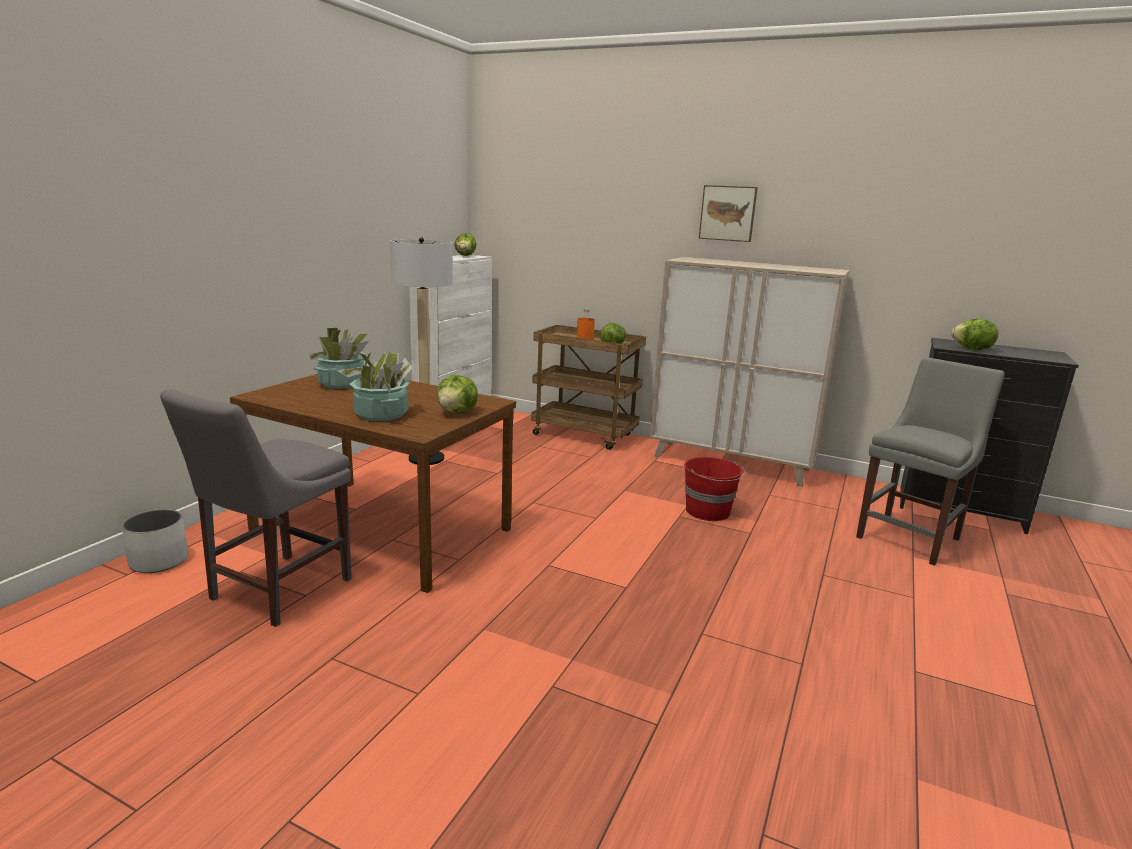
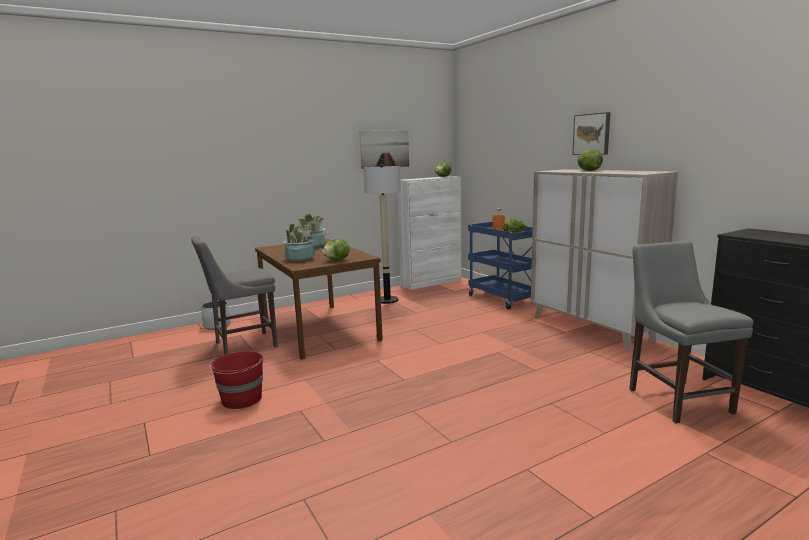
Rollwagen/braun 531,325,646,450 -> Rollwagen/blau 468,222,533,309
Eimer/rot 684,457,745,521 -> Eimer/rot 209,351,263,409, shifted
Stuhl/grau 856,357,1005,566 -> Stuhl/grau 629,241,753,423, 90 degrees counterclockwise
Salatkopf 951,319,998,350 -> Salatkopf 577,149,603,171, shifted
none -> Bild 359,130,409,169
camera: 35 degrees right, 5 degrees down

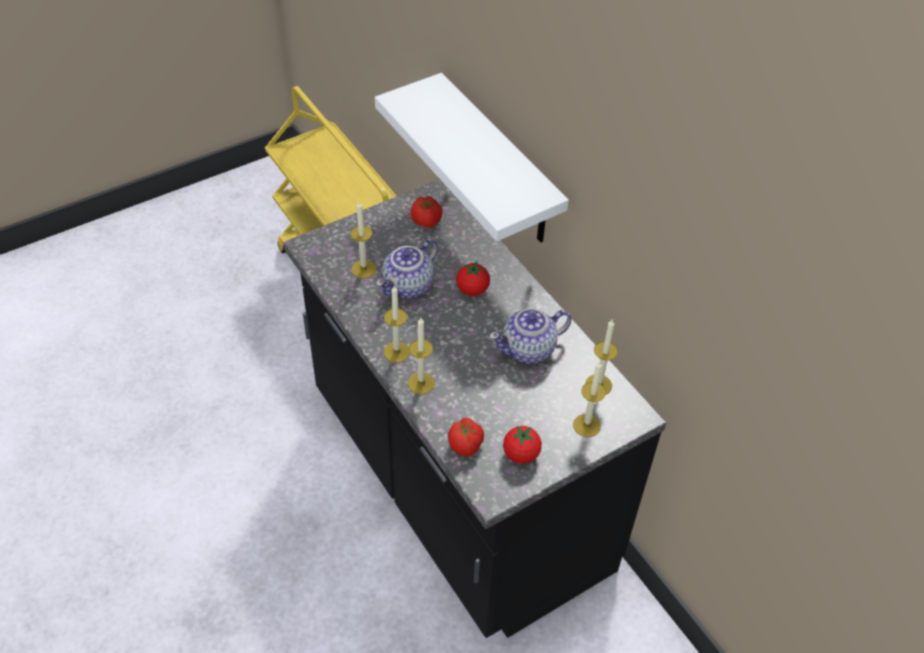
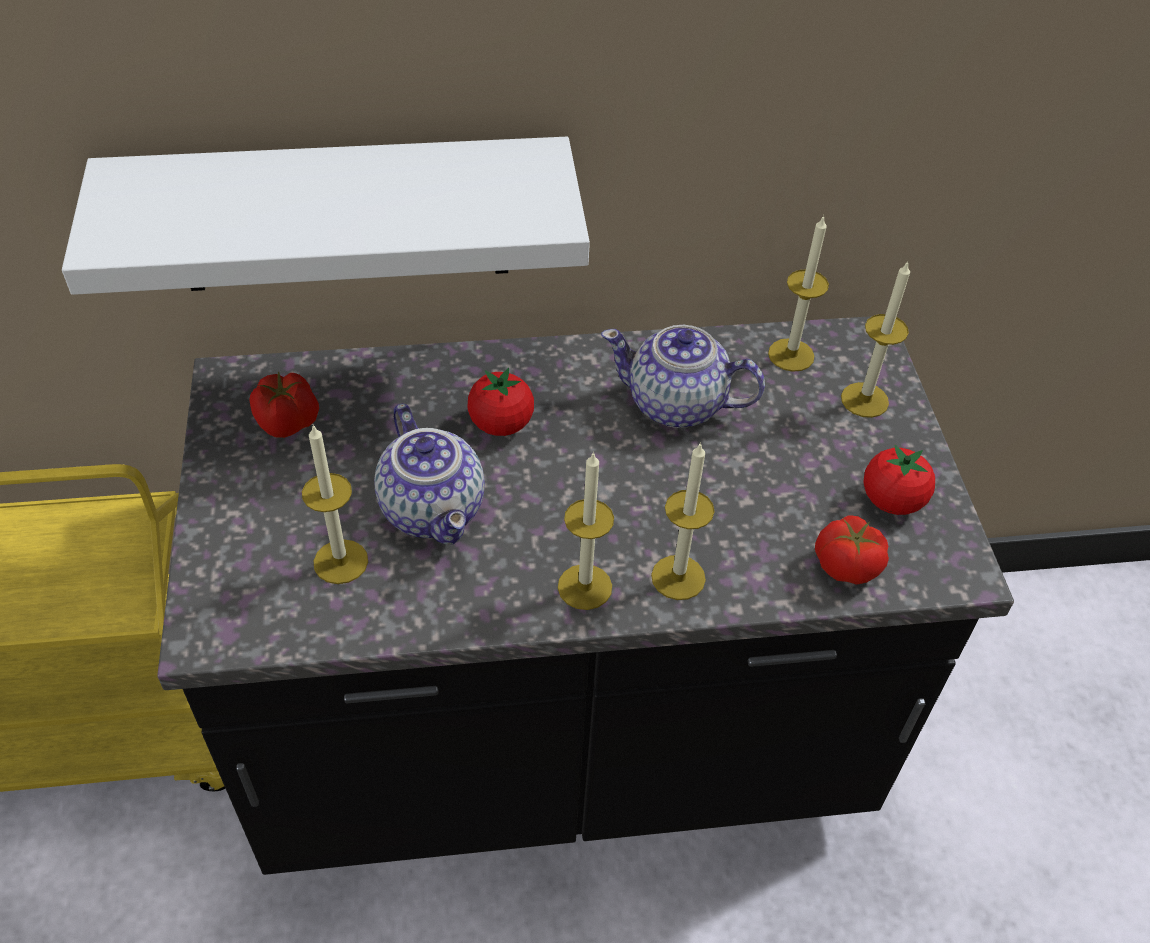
Teekanne 489,308,571,364 -> Teekanne 601,325,765,428, 105 degrees clockwise
camera: 65 degrees left, 0 degrees up

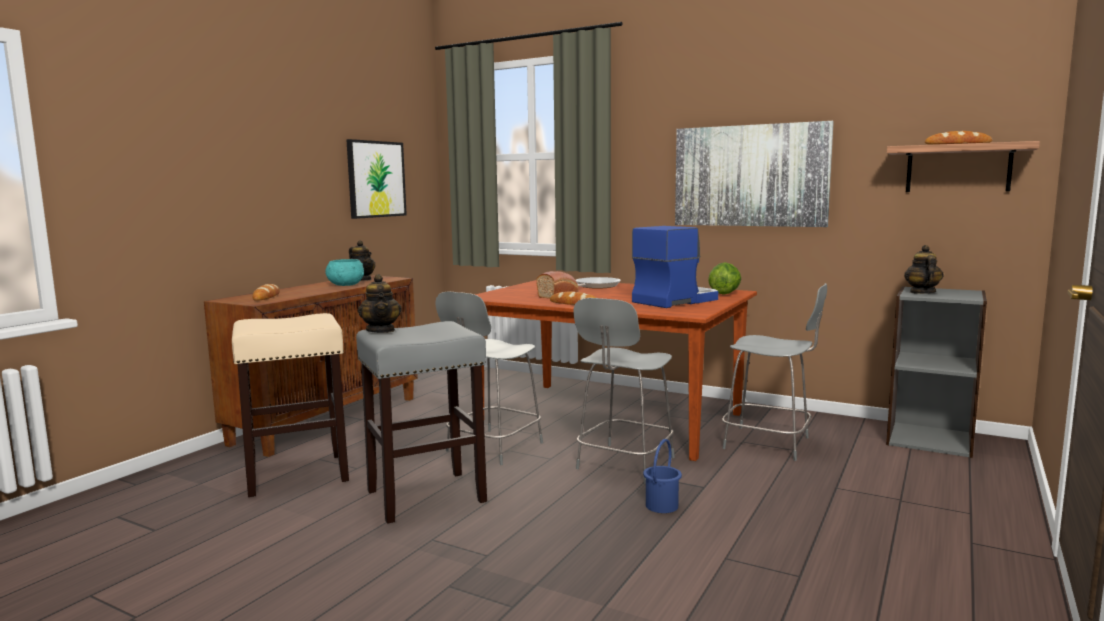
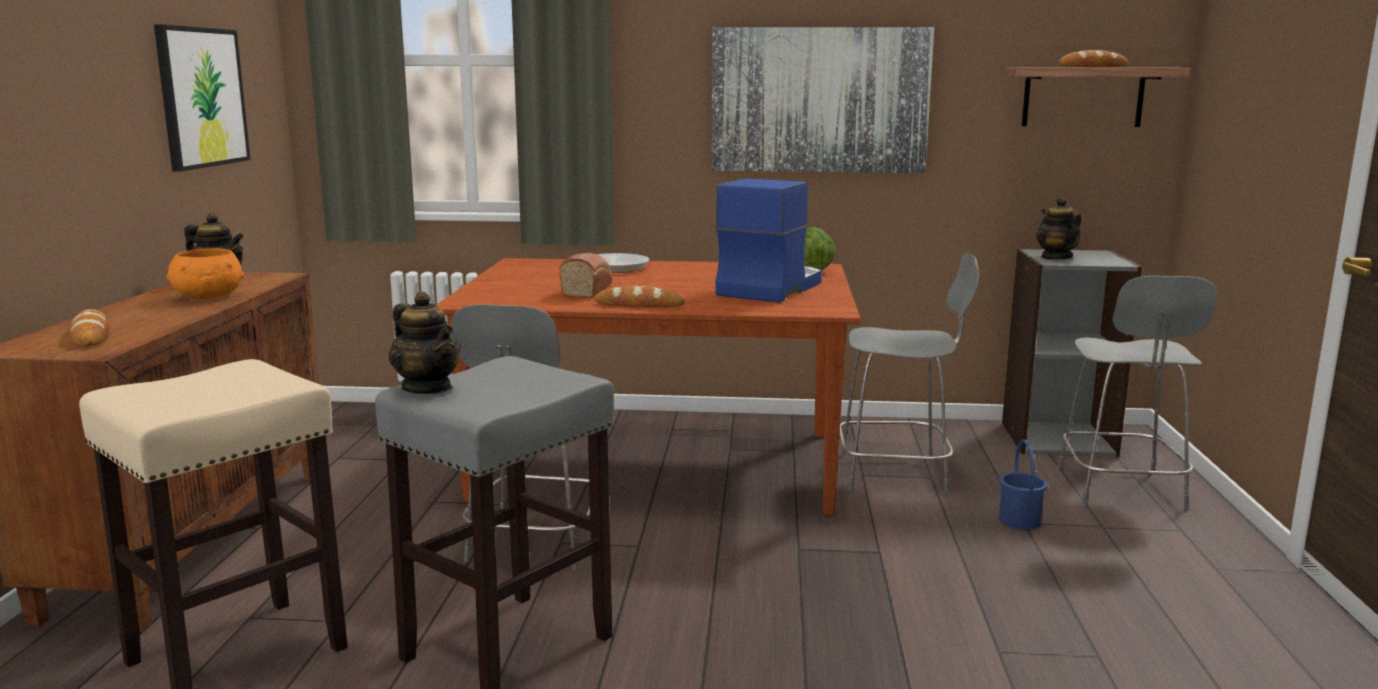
Schüssel/türkis 325,259,364,286 -> Schüssel/orange 166,248,244,299
Stuhl/grau 573,298,675,484 -> Stuhl/grau 1058,276,1218,509, shifted
Eimer/blau 643,439,682,513 -> Eimer/blau 999,439,1048,530, shifted
camera: 25 degrees left, 5 degrees up

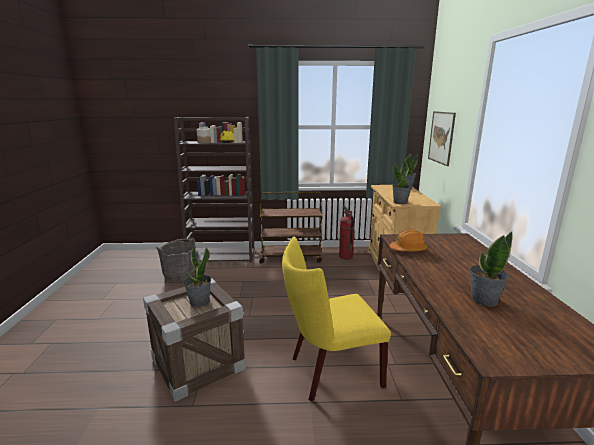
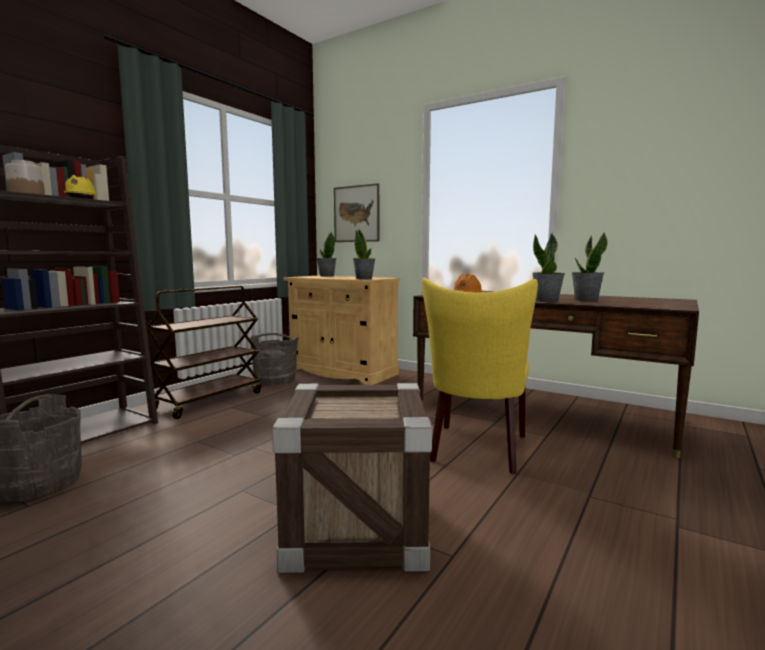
Topfpflanze 184,246,211,307 -> Topfpflanze 532,233,565,302, shifted
Feuerlöscher 339,206,355,259 -> Eimer/grau 250,333,299,385
camera: 55 degrees left, 10 degrees down

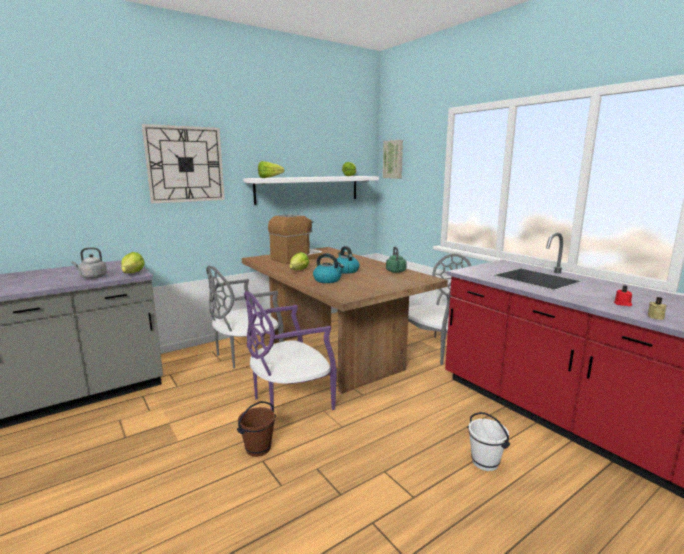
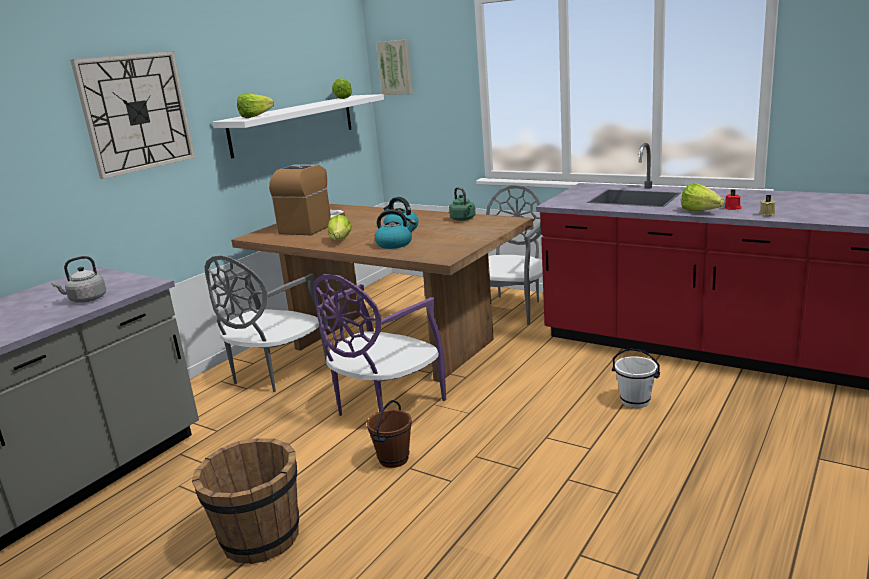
Salatkopf 121,252,145,273 -> Salatkopf 681,183,724,211, shifted
none -> Eimer/braun 192,438,299,564
camera: 20 degrees left, 5 degrees up

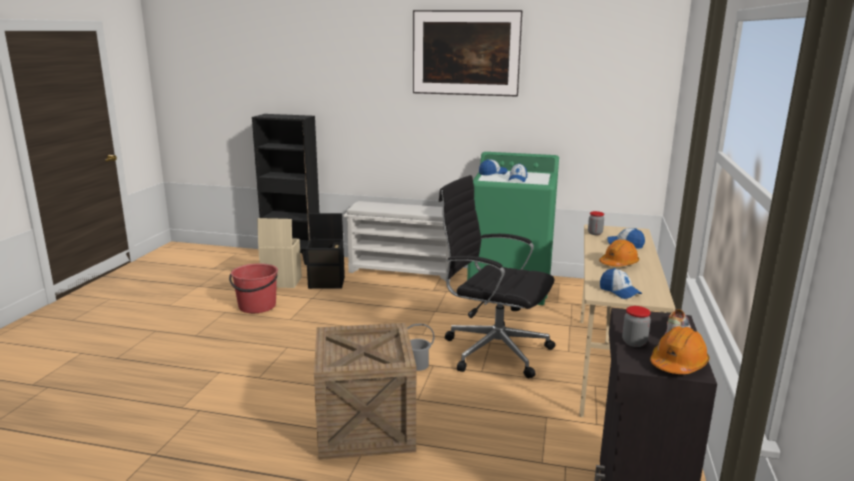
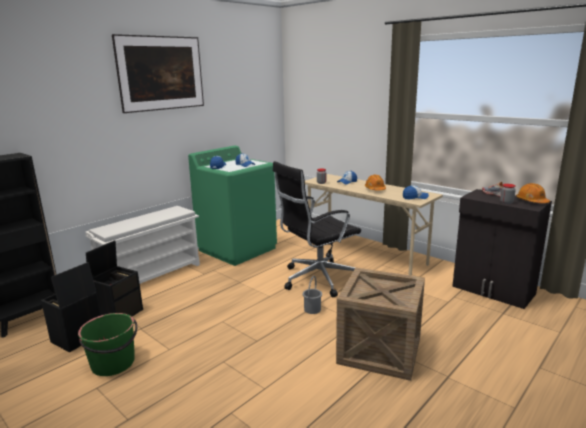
Eimer/rot 229,263,278,313 -> Eimer/grün 78,313,137,376
Aufbewahrungsbox/beige 257,218,302,288 -> Aufbewahrungsbox/schwarz 41,262,101,353
camera: 60 degrees left, 0 degrees up

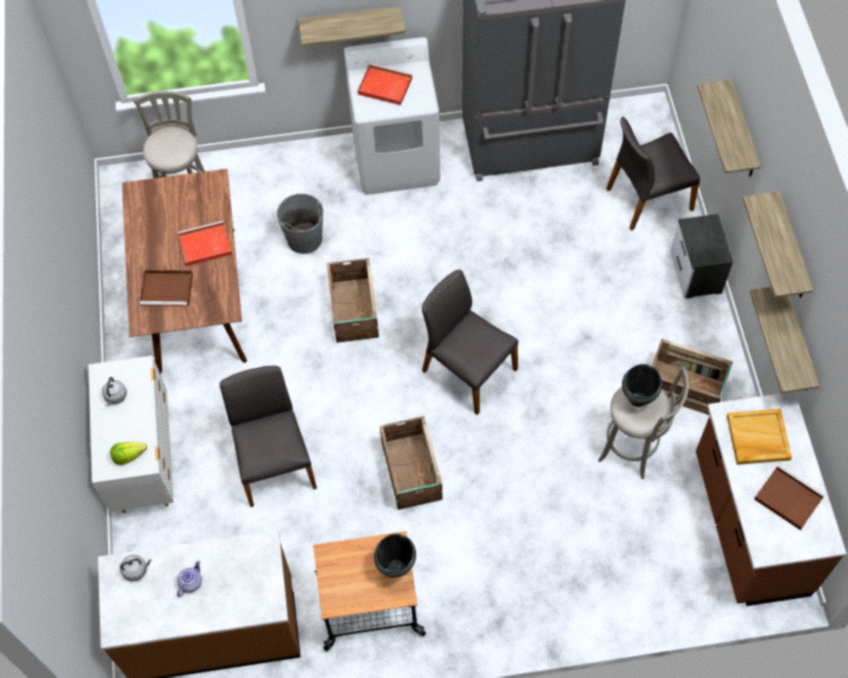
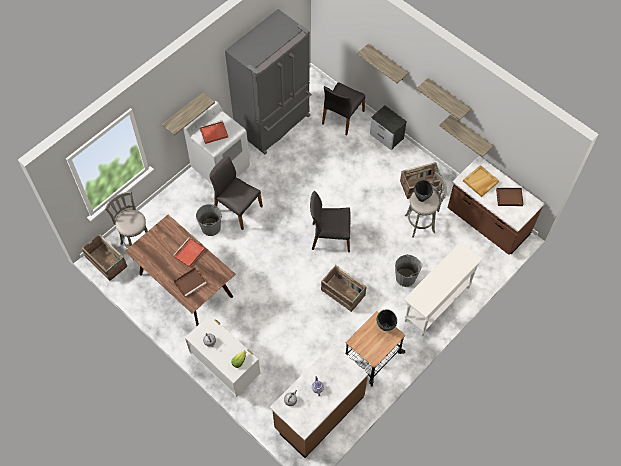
Stuhl/grau 220,366,317,507 -> Stuhl/grau 209,156,263,230, shifted
Kiste 327,258,379,343 -> Kiste 82,234,127,281, shifted
none -> Eimer/grau 395,254,422,287
none -> Konsolentisch/weiß 404,242,483,336
camera: 40 degrees left, 0 degrees up

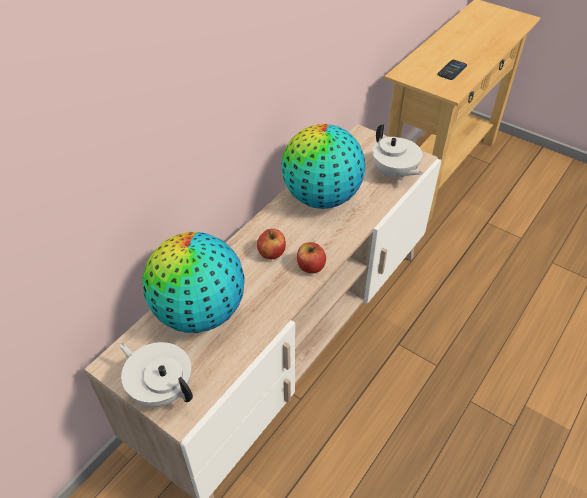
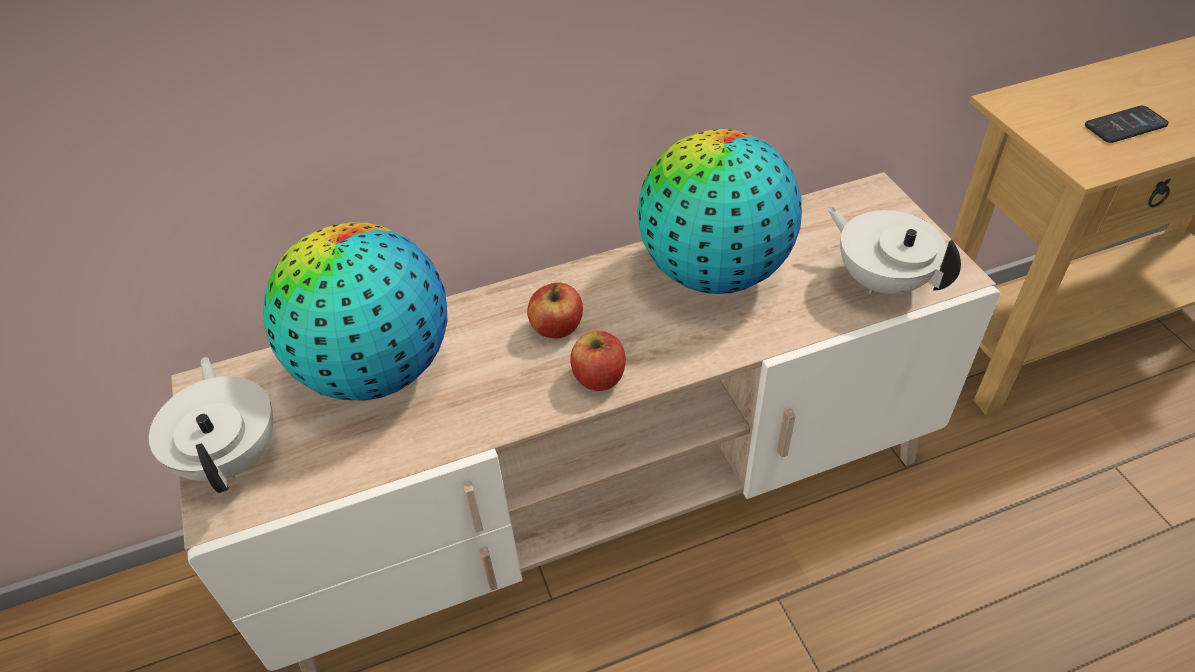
Teekanne/weiß 372,124,423,180 -> Teekanne/weiß 827,207,961,294, 135 degrees clockwise
camera: 35 degrees right, 0 degrees up

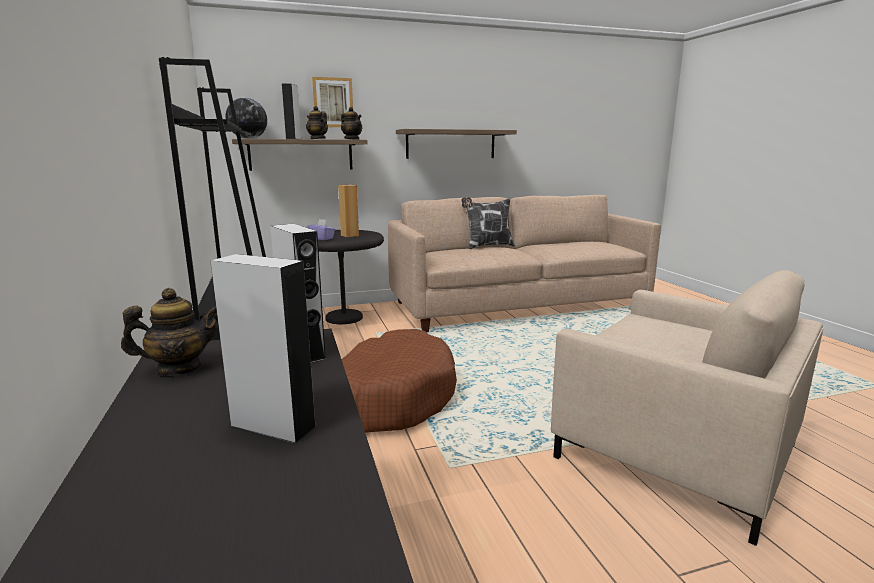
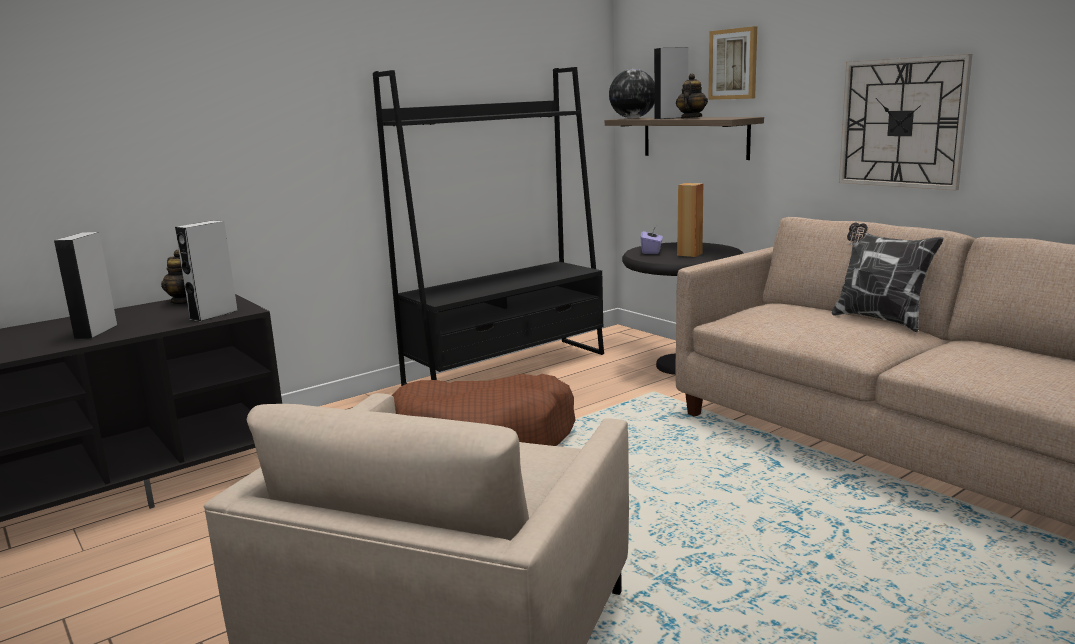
Teekanne 341,107,362,140 -> none
Wandregal 396,129,517,159 -> Wanduhr 839,54,972,191
camera: 70 degrees right, 0 degrees up

